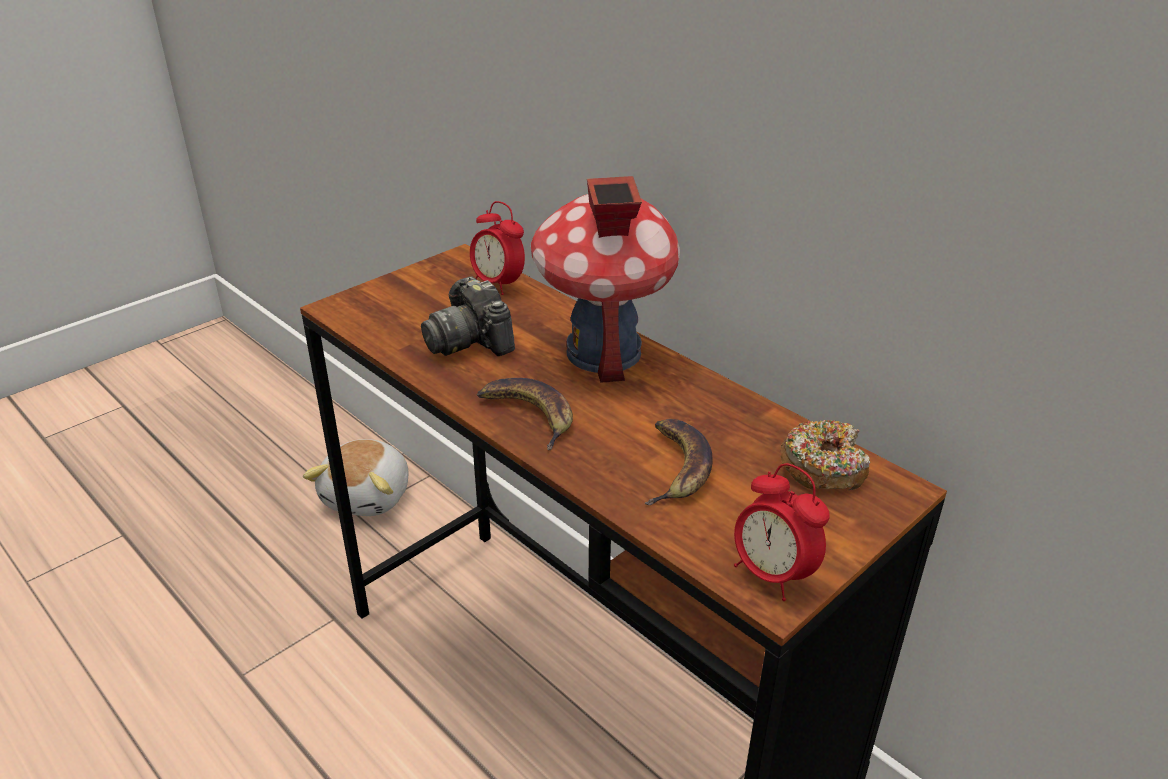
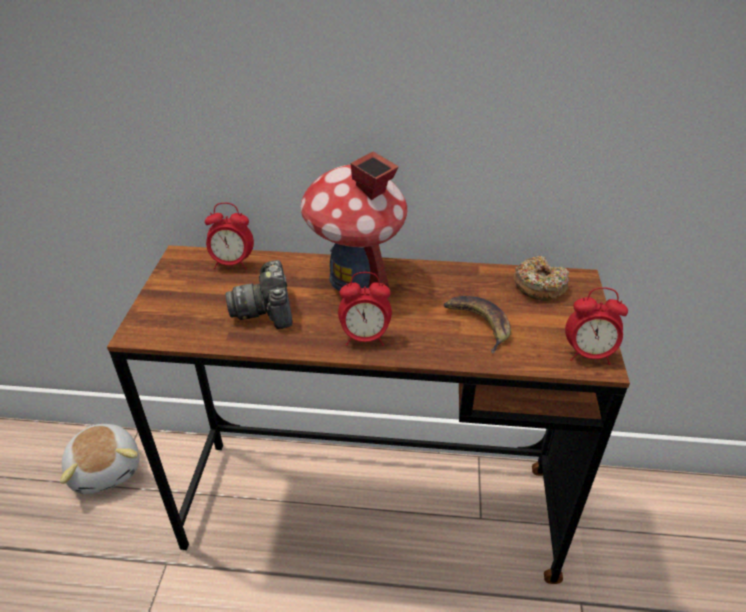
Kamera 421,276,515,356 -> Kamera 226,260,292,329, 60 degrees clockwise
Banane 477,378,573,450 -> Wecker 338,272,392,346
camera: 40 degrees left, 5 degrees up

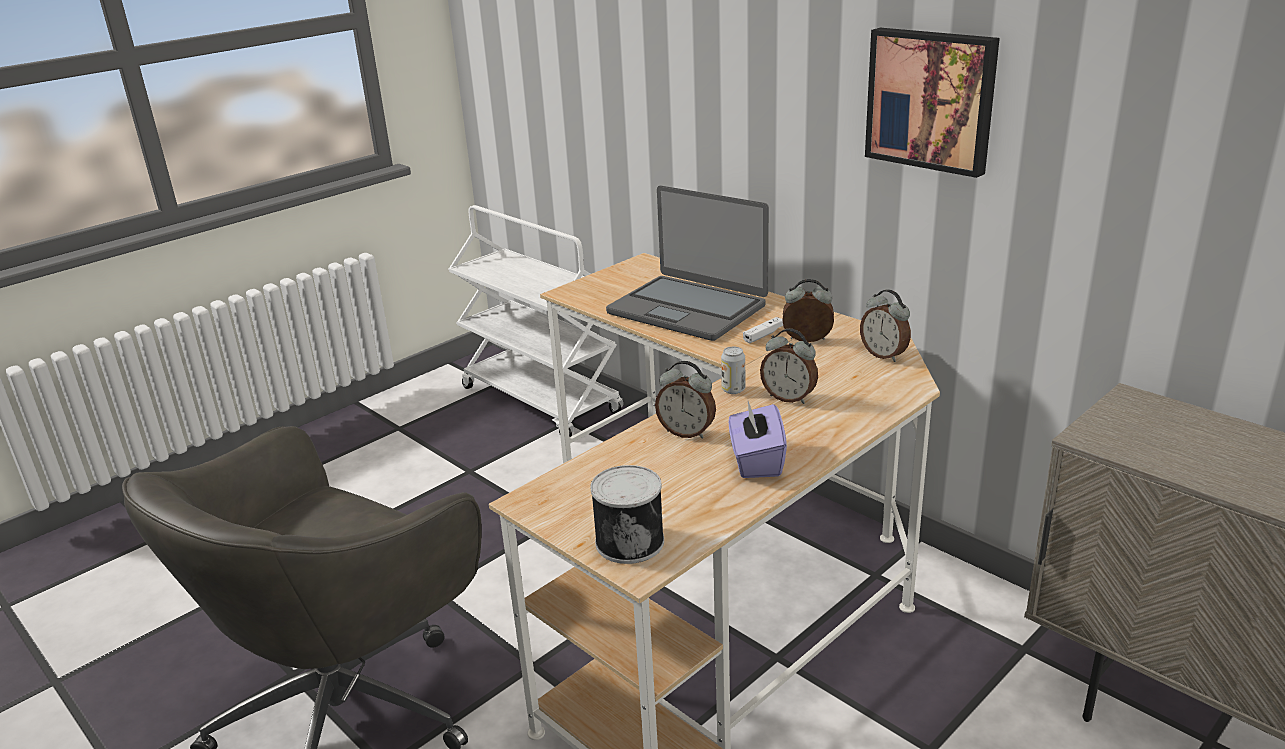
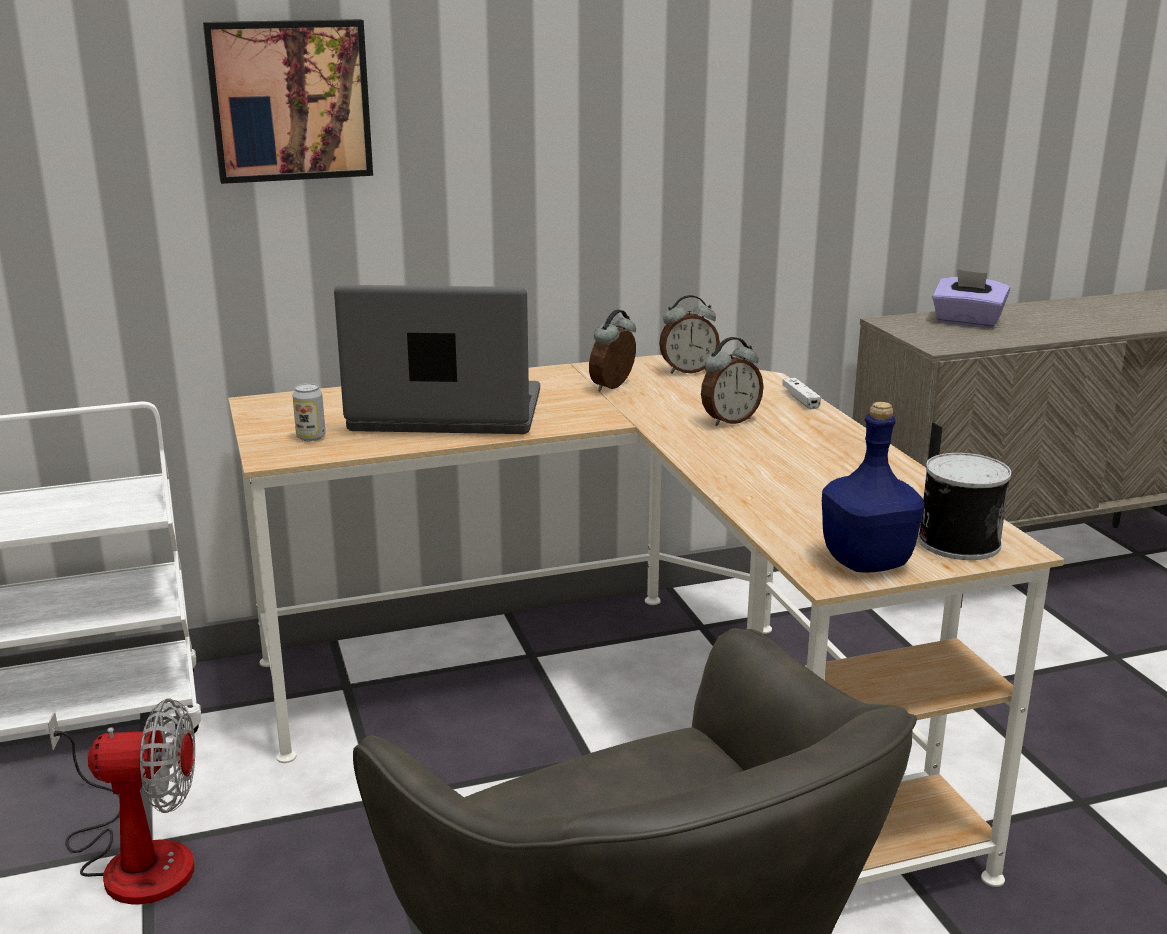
Laptop 606,186,769,341 -> Laptop 334,285,540,434, 150 degrees counterclockwise
Wecker 655,361,716,439 -> none
Dose 721,347,745,394 -> Dose 292,383,325,441, shifted
Taschentuchbox/lila 729,401,787,478 -> Taschentuchbox/lila 932,269,1010,328, shifted
Gamepad/weiß 743,317,783,343 -> Gamepad/weiß 782,378,821,409, shifted
Bild 865,28,1000,178 -> Bild 203,19,373,184, shifted
none -> Ventilator 48,698,195,904
none -> Flasche/blau 822,402,924,573
camera: 65 degrees left, 5 degrees down

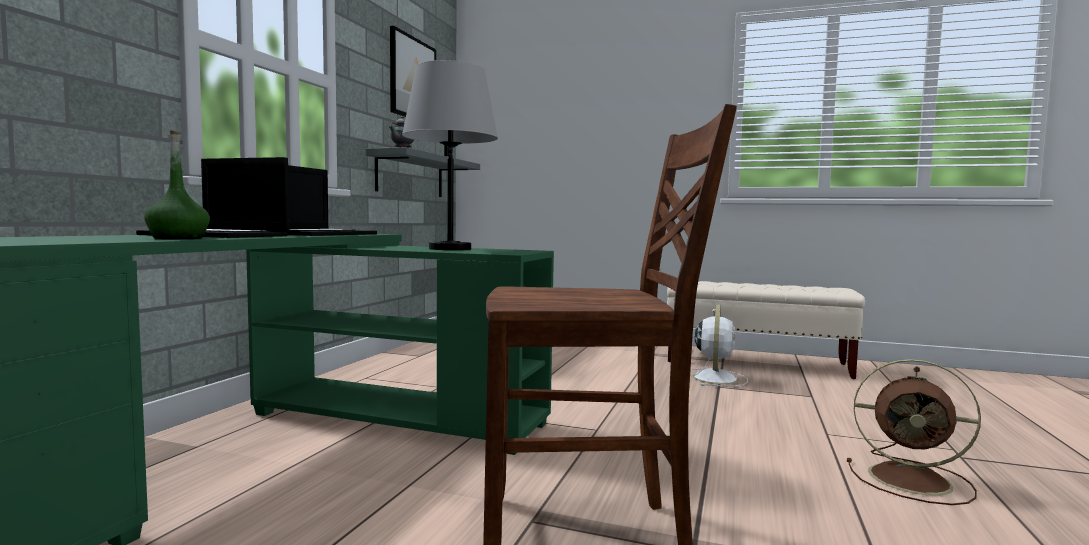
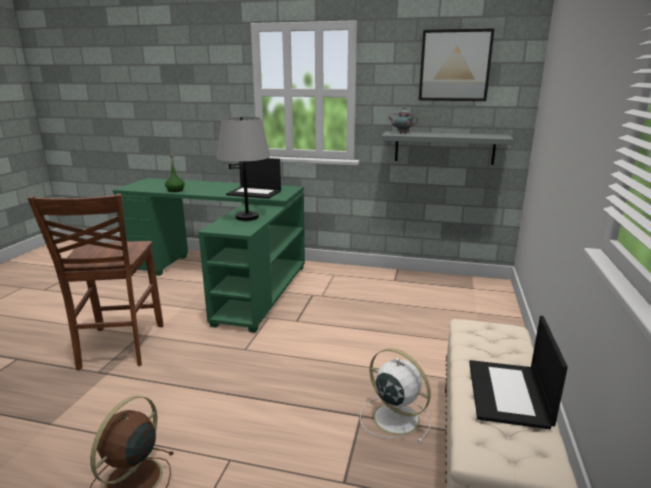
Laptop 136,157,290,238 -> Laptop 469,316,568,429, shifted
Ventilator/weiß 691,304,748,386 -> Ventilator/weiß 360,349,431,443, 150 degrees counterclockwise
camera: 85 degrees right, 15 degrees up

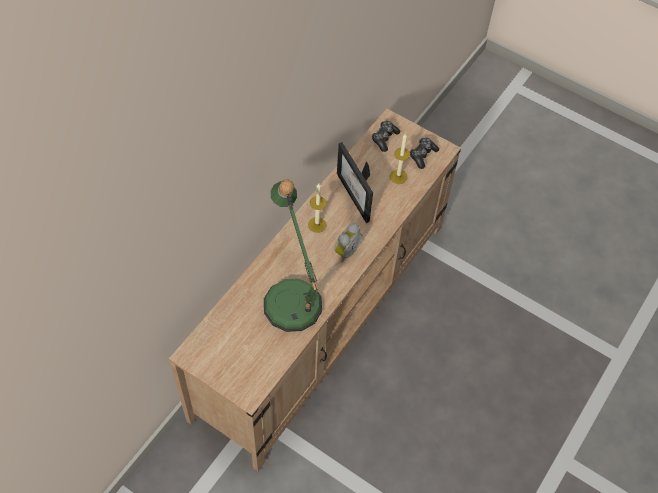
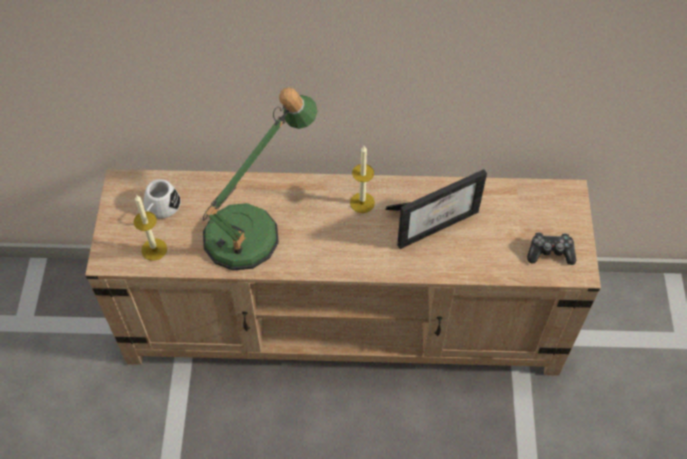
Wecker 334,224,362,263 -> none
Bilderrahmen 337,142,373,223 -> Bilderrahmen 385,169,487,249, 150 degrees counterclockwise
Gamepad 372,121,400,152 -> none
Kerze 389,133,410,184 -> Kerze 134,195,167,261, shifted
none -> Henkelbecher/weiß 144,179,181,218
camera: 60 degrees right, 0 degrees up

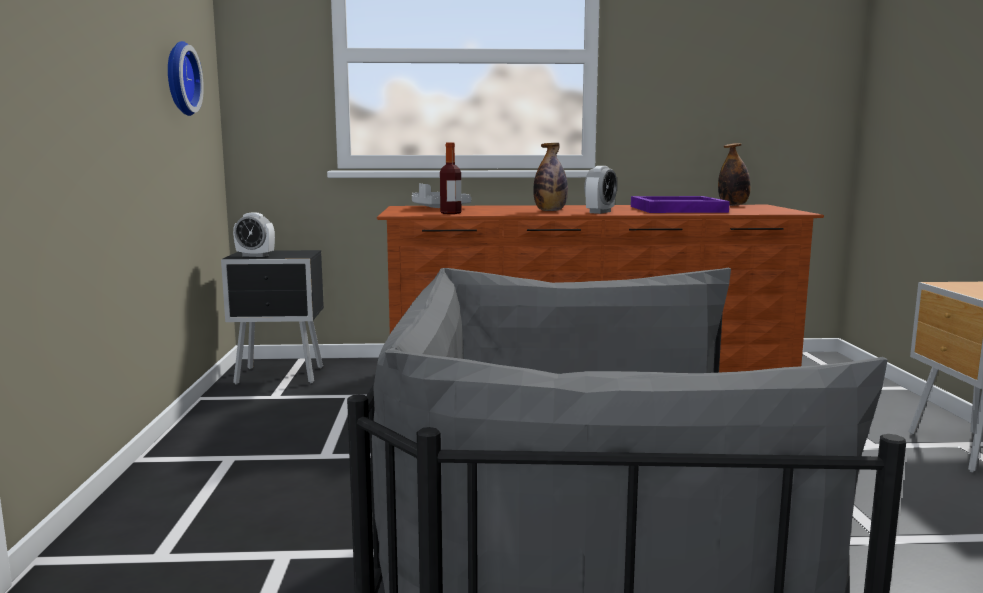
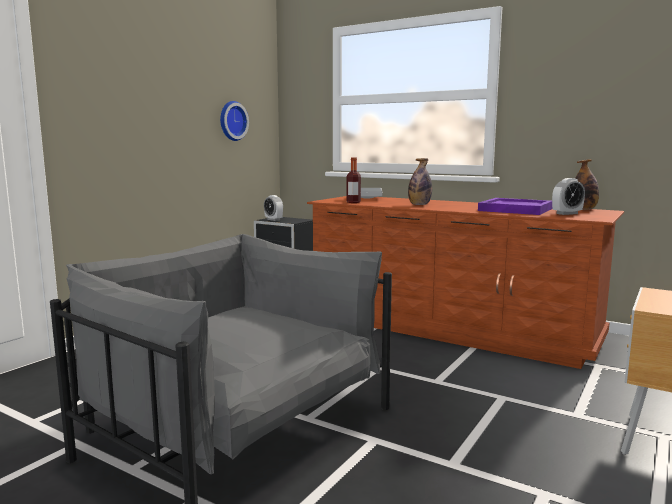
Wecker 584,166,617,214 -> Wecker 552,178,585,215, shifted
camera: 35 degrees right, 0 degrees up

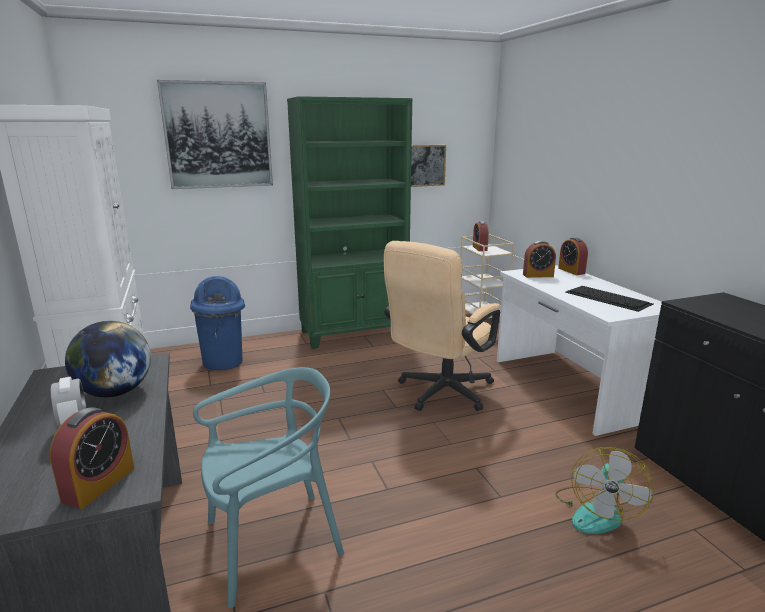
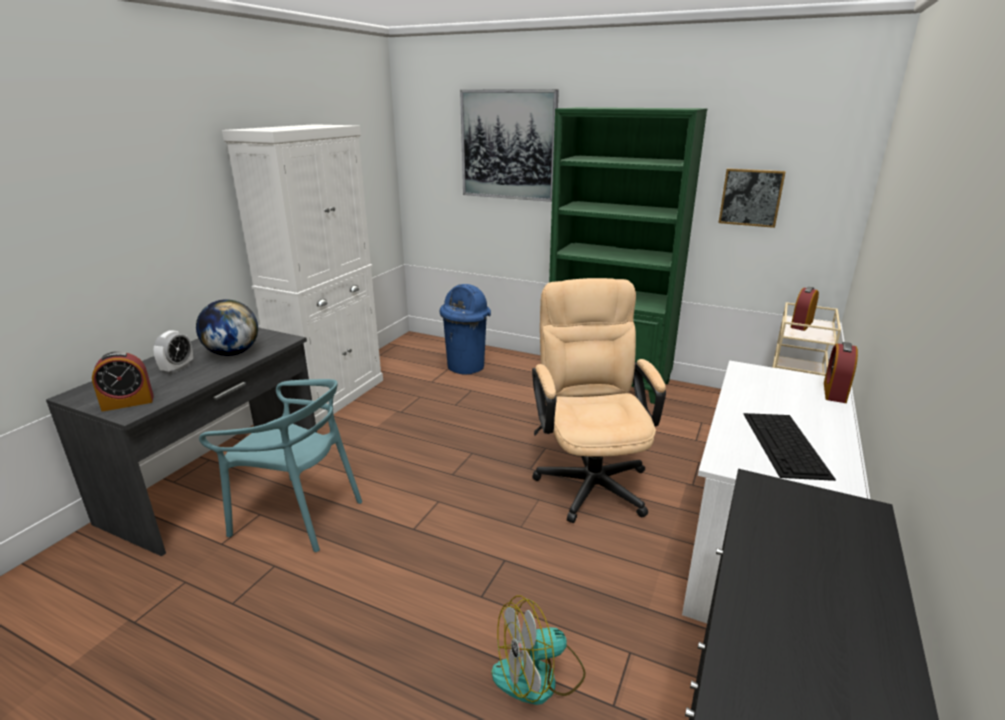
Bürostuhl/beige 384,241,500,411 -> Bürostuhl/beige 532,278,666,523, 90 degrees clockwise
Wecker 523,241,556,278 -> none
camera: 45 degrees right, 5 degrees up

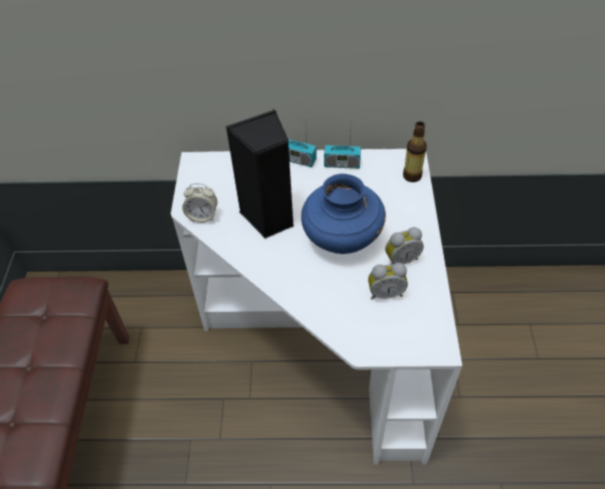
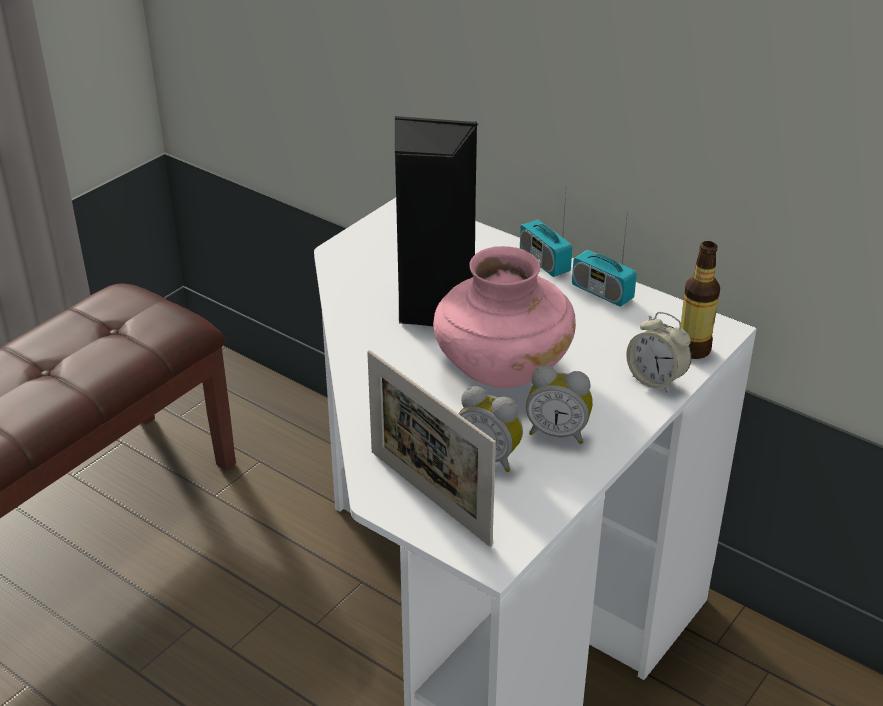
Wecker 182,183,217,223 -> Wecker 626,312,692,393, shifted
Vase/blau 301,174,386,254 -> Vase/rosa 433,246,576,388
none -> Bilderrahmen 367,350,496,547
camera: 35 degrees right, 15 degrees down

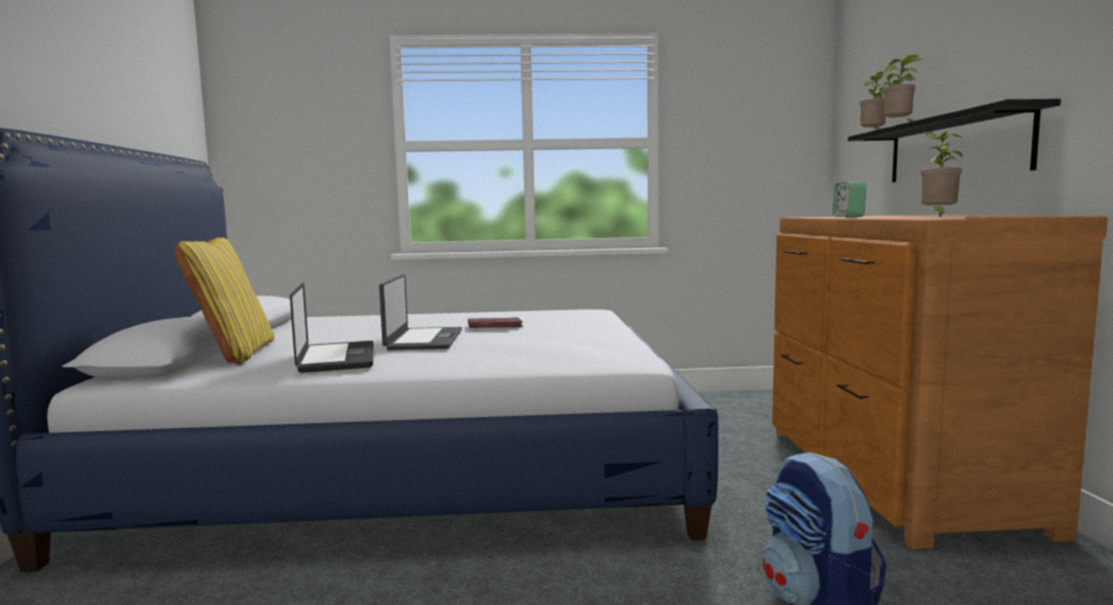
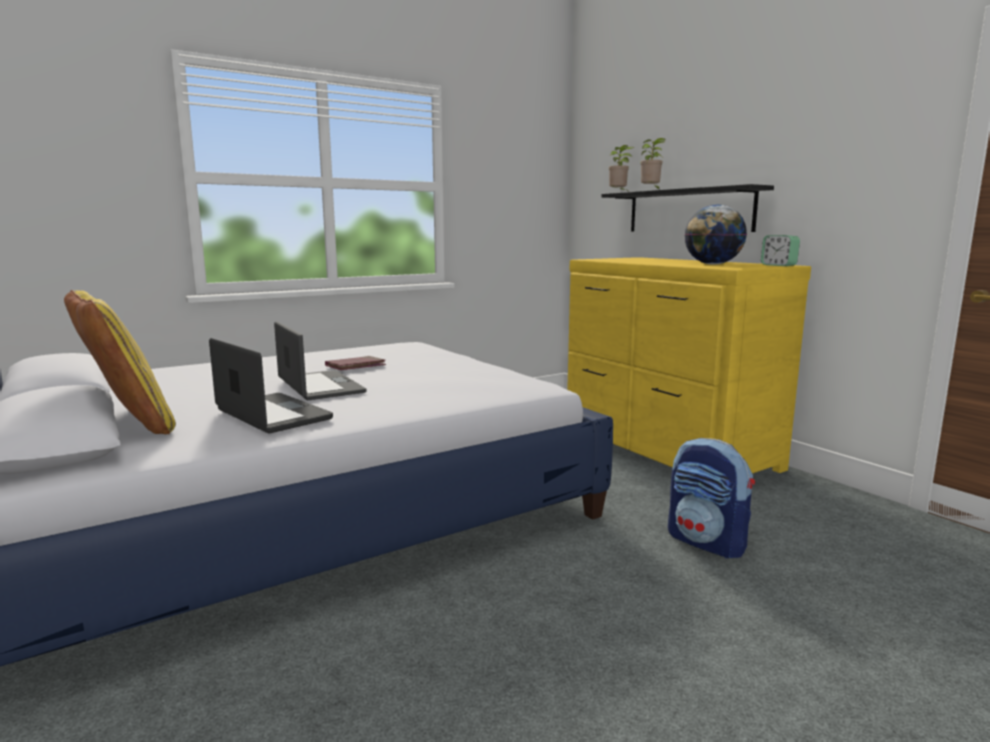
Kommode/braun 772,215,1108,549 -> Kommode/gelb 567,257,811,473
Wecker 832,182,867,217 -> Wecker 761,235,800,266, shifted
Topfpflanze 920,131,963,217 -> Globus 684,204,747,265
camera: 30 degrees left, 5 degrees up

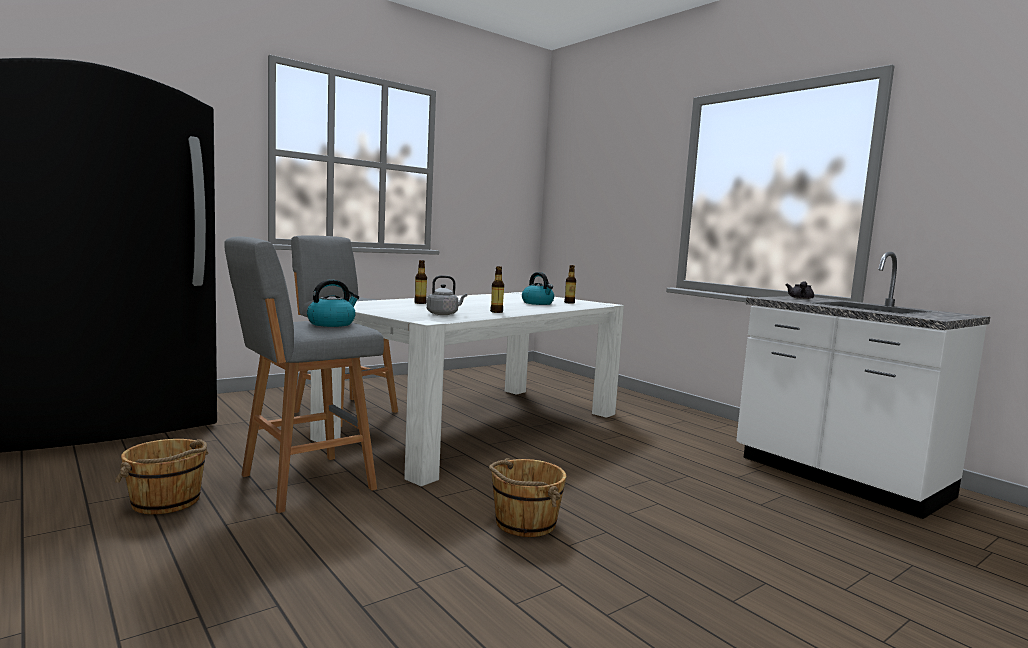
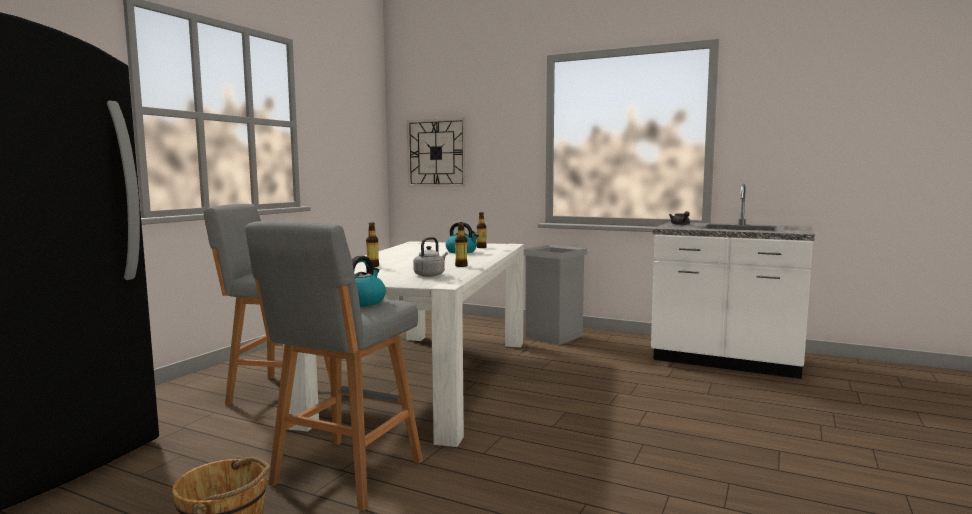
Eimer/braun 489,458,566,537 -> none
none -> Wanduhr 407,118,466,187
none -> Mülleimer/grau 524,245,588,345
camera: 25 degrees left, 0 degrees up

